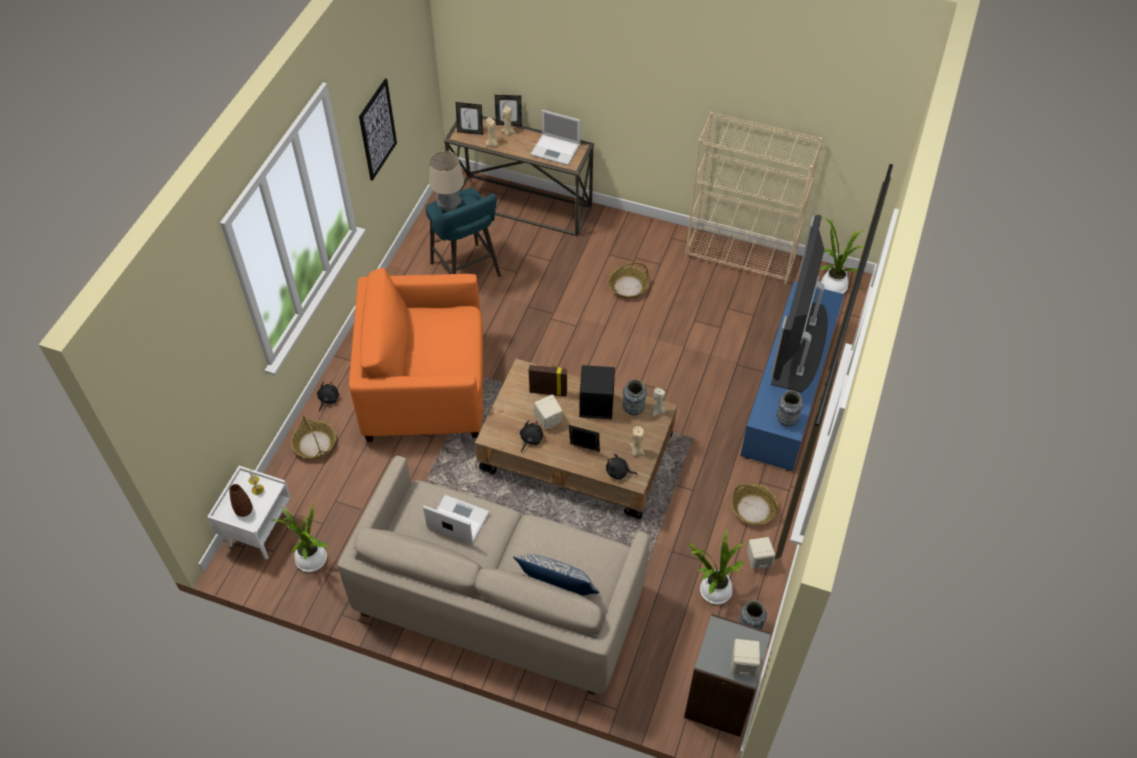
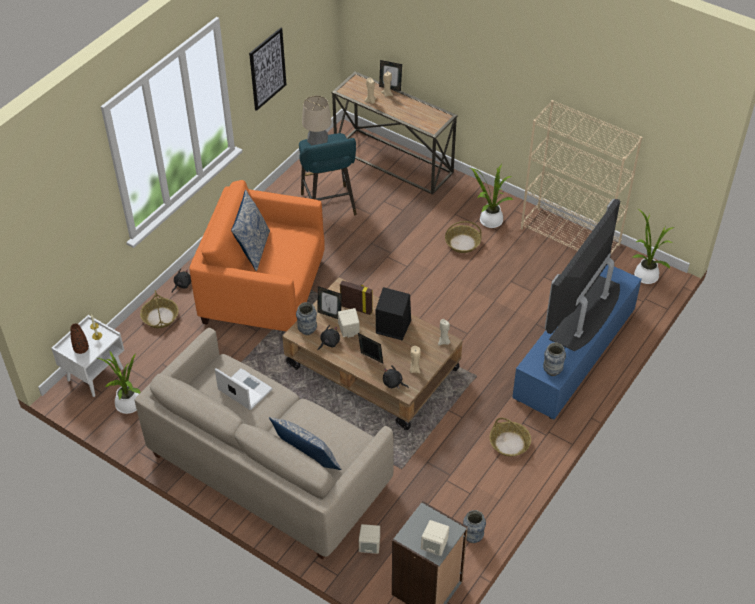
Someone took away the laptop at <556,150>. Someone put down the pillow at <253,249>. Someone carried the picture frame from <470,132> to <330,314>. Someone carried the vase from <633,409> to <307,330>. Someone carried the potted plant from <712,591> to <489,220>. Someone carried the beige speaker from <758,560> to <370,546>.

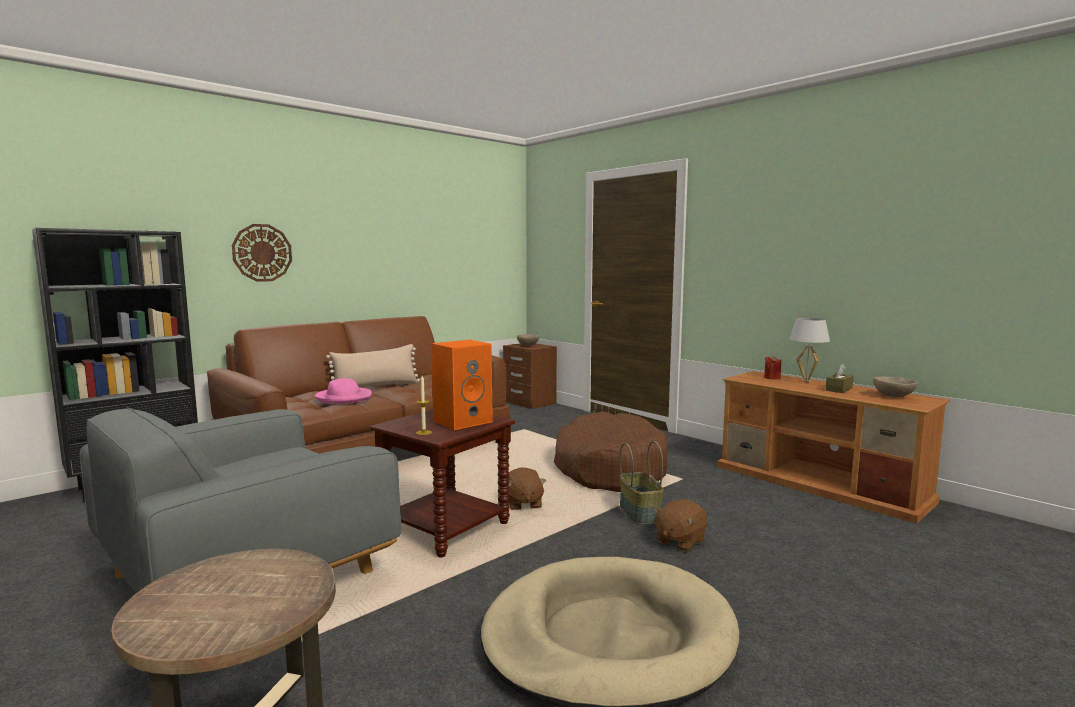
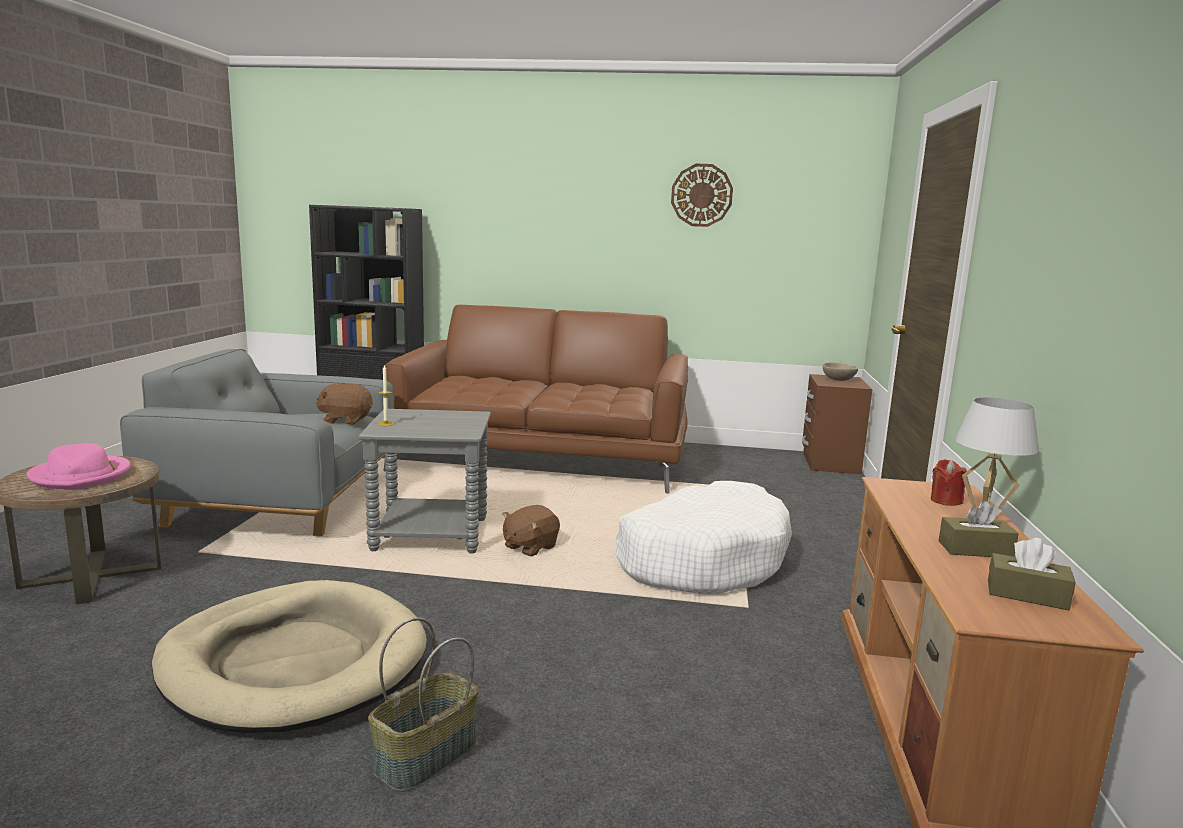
Someone took away the beige pillow at <376,386>. Someone took away the orange speaker at <463,421>. Someone carried the wall clock from <262,253> to <701,195>. Someone carried the pink hat from <344,398> to <81,476>. Someone carried the basket from <641,513> to <426,757>. Someone carried the brown plush toy from <679,541> to <345,420>. Someone swapped the beige bowl at <894,396> for the brown tissue box at <1027,595>. Someone repainted the brown side table at <446,528>, which became the grey side table at <431,534>. Someone repainted the brown dog bed at <609,468>, which became the white dog bed at <702,559>.

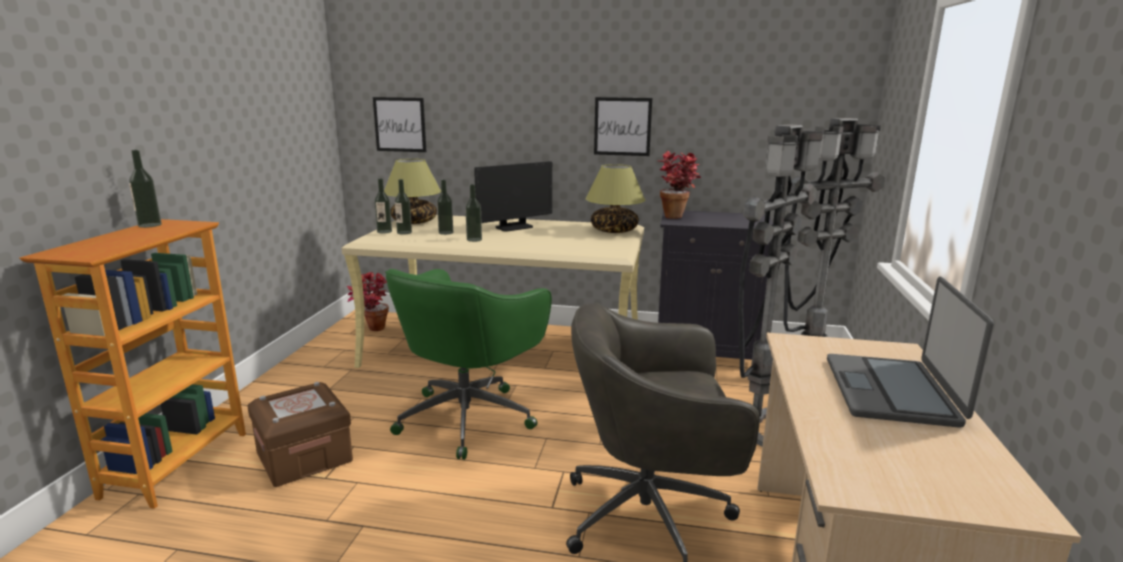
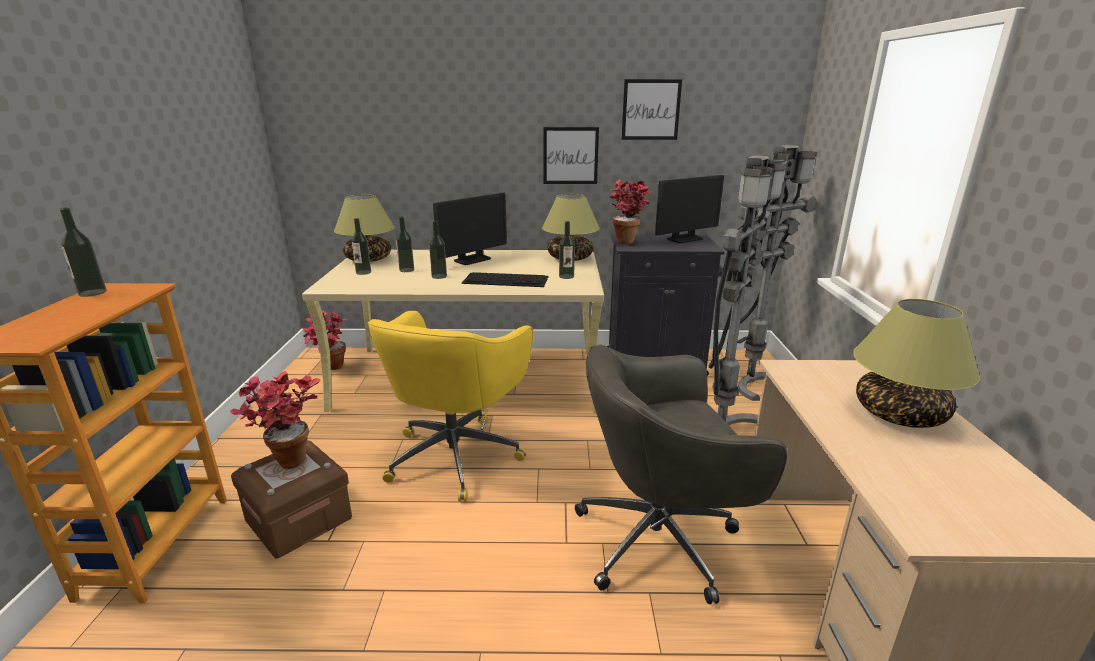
Someone put down the potted plant at <287,458>. Someone put down the keyboard at <506,280>. Someone put down the monitor at <684,239>. Someone carried the picture from <400,124> to <651,110>. Someone carried the bottle from <384,231> to <566,276>. Someone swapped the laptop at <892,391> for the table lamp at <900,414>. Someone repainted the green office chair at <469,417>, which became the yellow office chair at <456,454>.

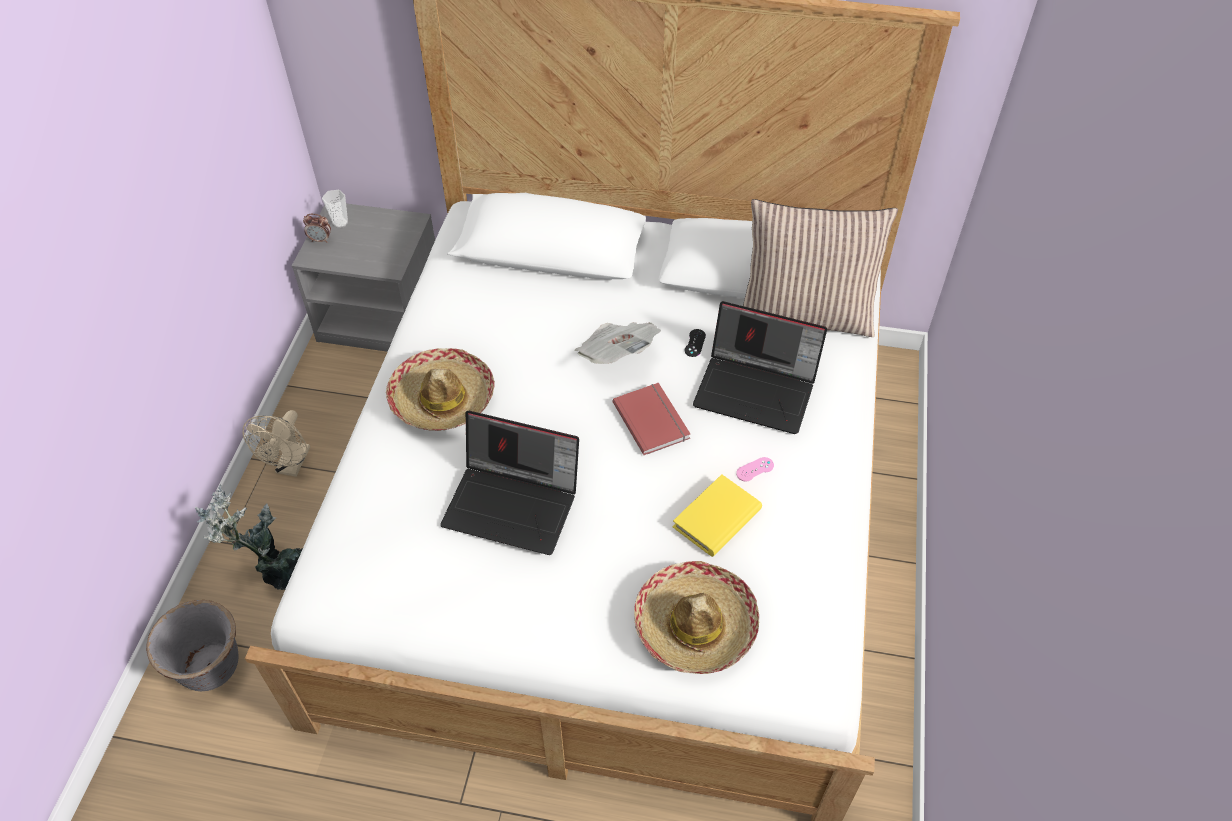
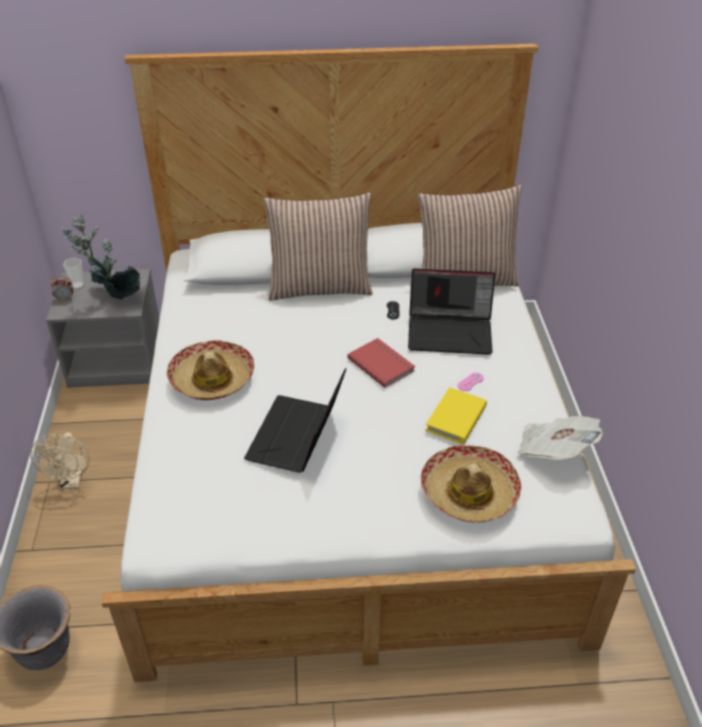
Someone put down the pillow at <320,287>. Someone carried the potted plant from <275,572> to <114,297>. Someone carried the newspaper from <616,355> to <554,450>. Someone rotated the laptop at <514,503> by 105 degrees clockwise.

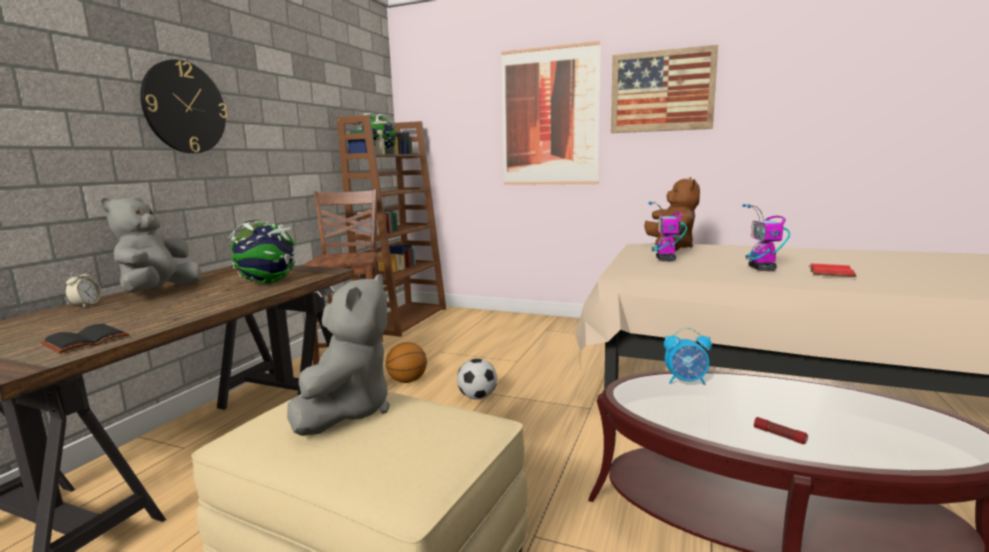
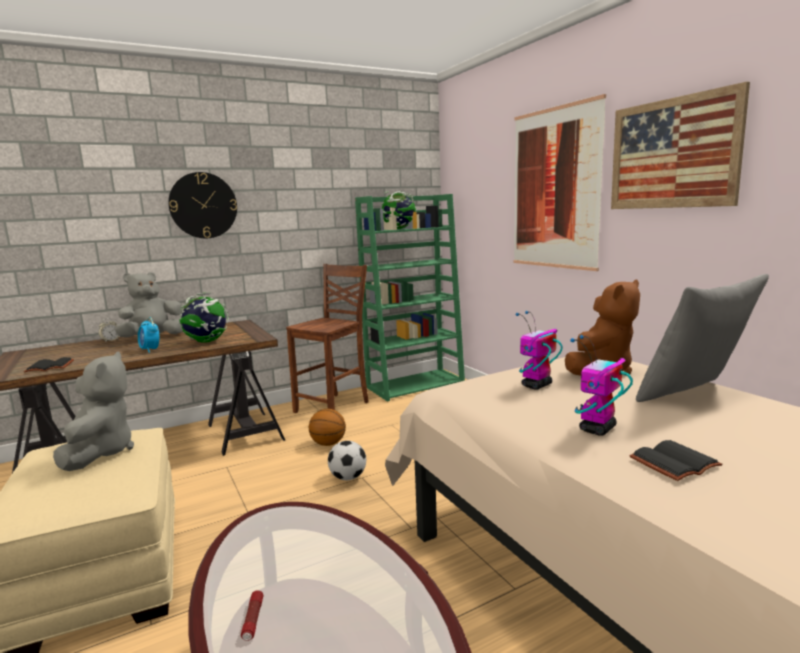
Someone put down the grey pillow at <694,394>. Someone carried the alarm clock from <686,381> to <150,350>. Someone repainted the brown bookcase at <403,319>, which became the green bookcase at <415,385>. Someone repainted the red book at <832,273>, which became the black book at <675,464>. Someone rotated the grey plush toy at <347,411> by 60 degrees counterclockwise.

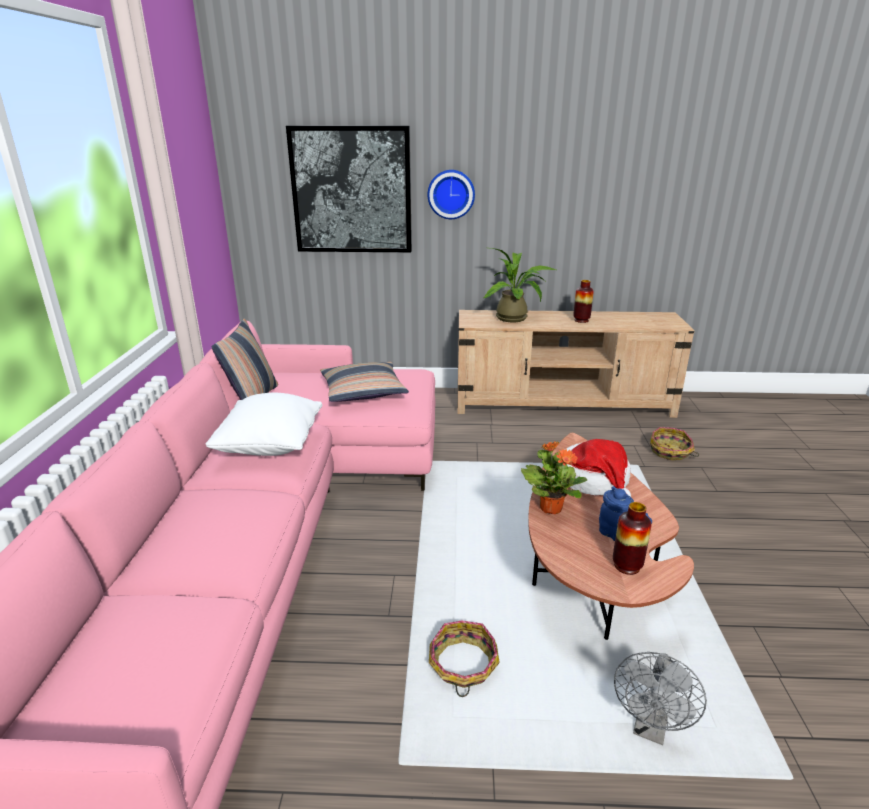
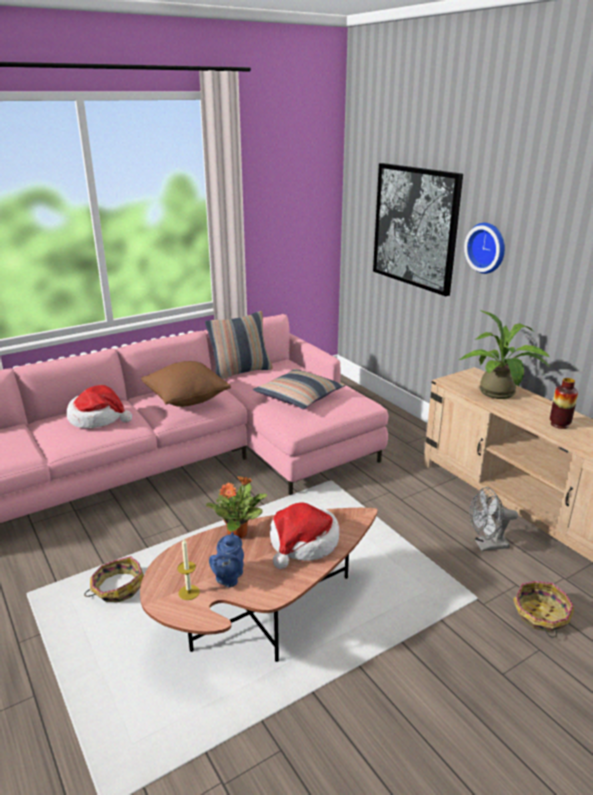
Someone put down the hat at <98,418>. Someone carried the grey fan from <650,729> to <487,545>. Someone swapped the vase at <627,566> for the candle at <189,592>. Someone repainted the white pillow at <270,446>, which became the brown pillow at <186,400>.

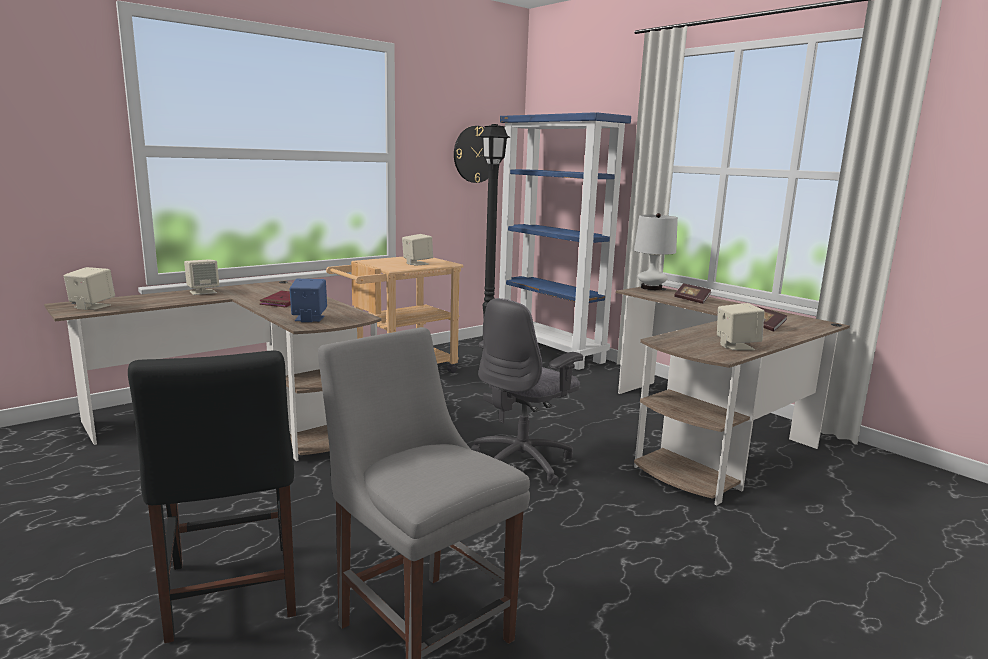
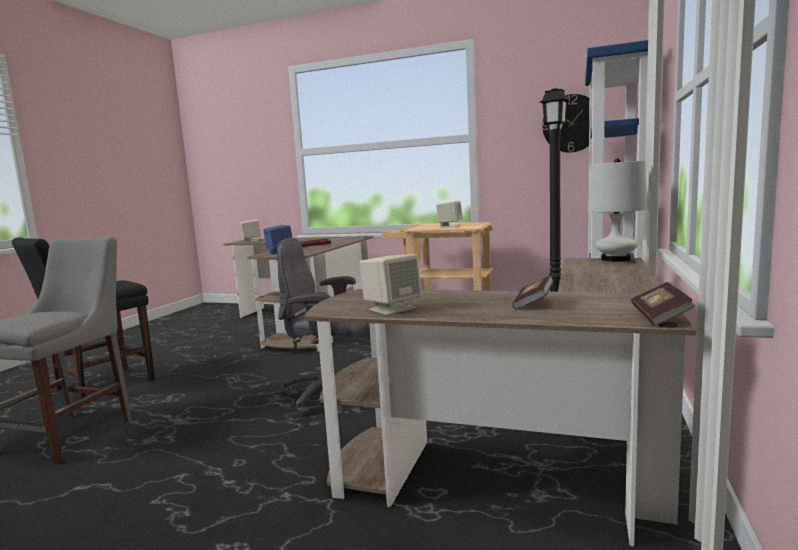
Someone took away the beige speaker at <203,292>. Someone carried the book from <691,300> to <660,317>.

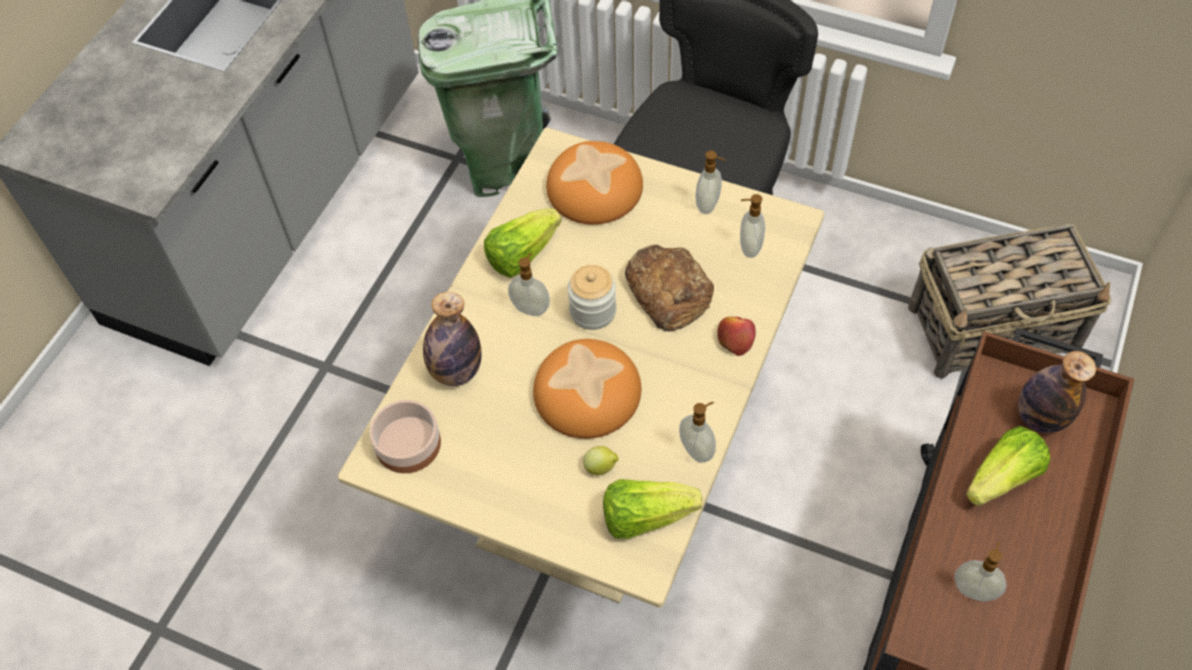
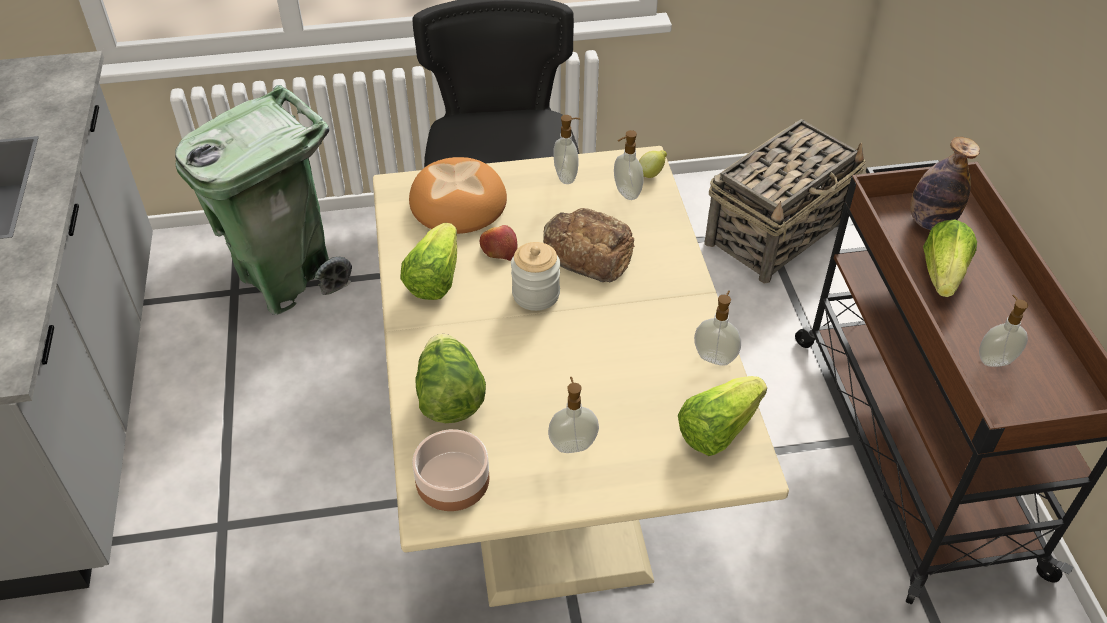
Someone took away the bread at <587,393>. Someone carried the soap dispenser from <531,308> to <572,444>. Someone carried the lemon from <601,468> to <651,174>. Someone carried the apple from <735,338> to <498,249>. Someone swapped the bottle at <456,371> for the lettuce at <449,397>.

